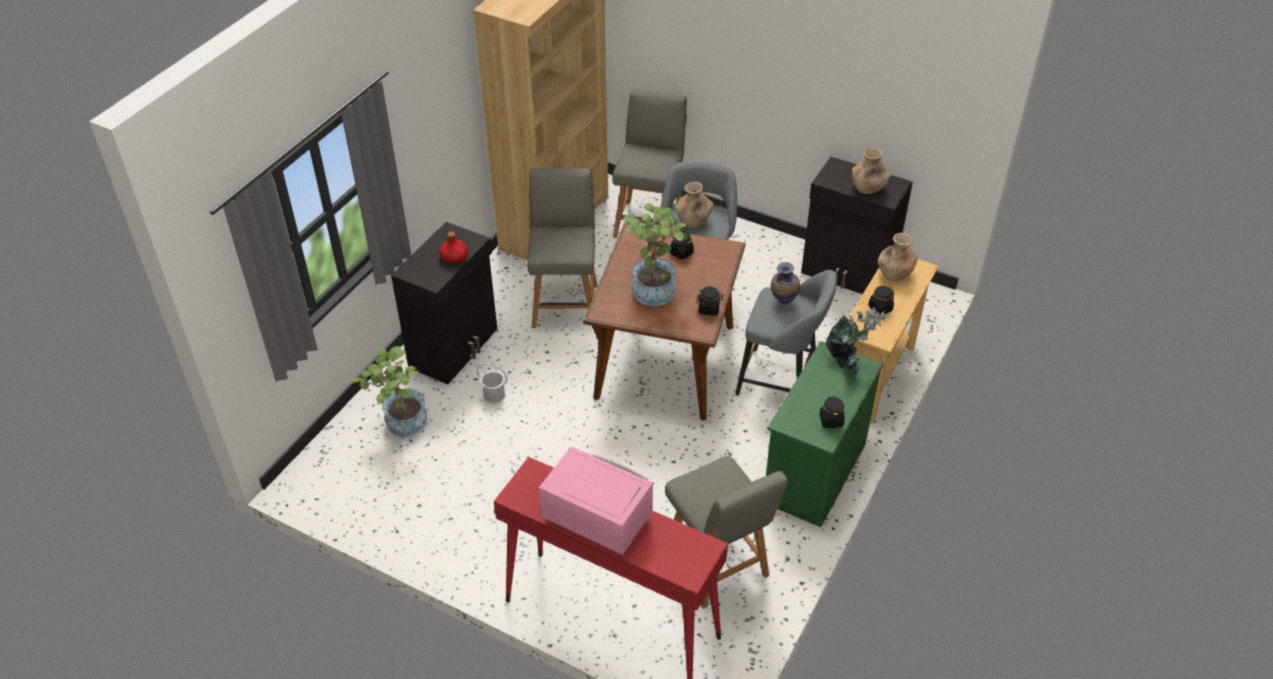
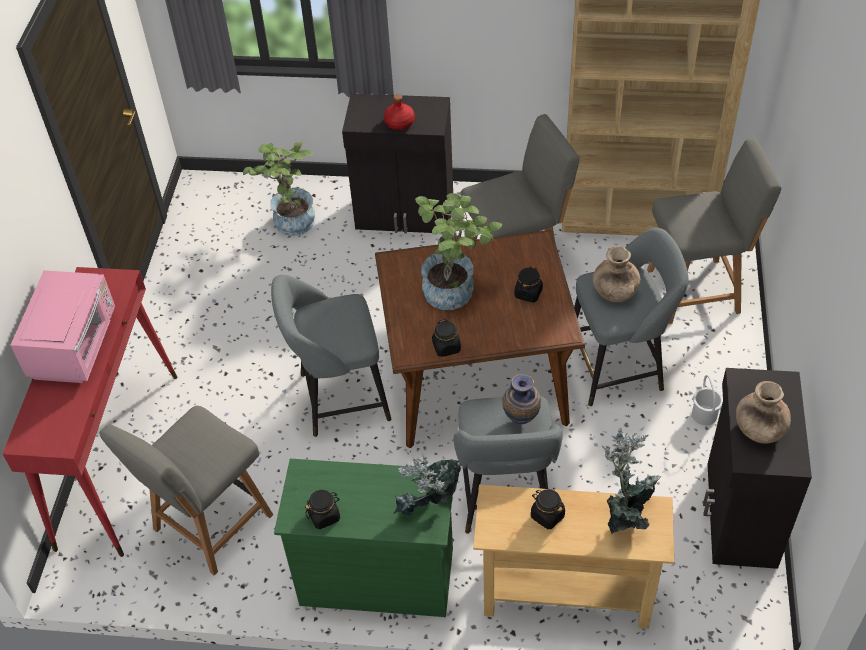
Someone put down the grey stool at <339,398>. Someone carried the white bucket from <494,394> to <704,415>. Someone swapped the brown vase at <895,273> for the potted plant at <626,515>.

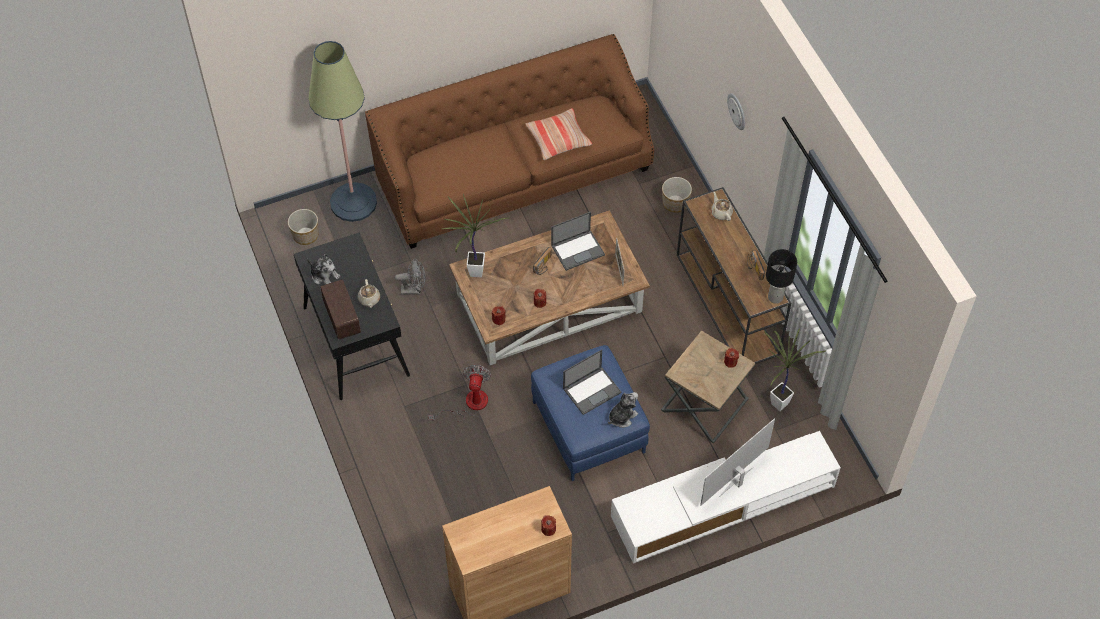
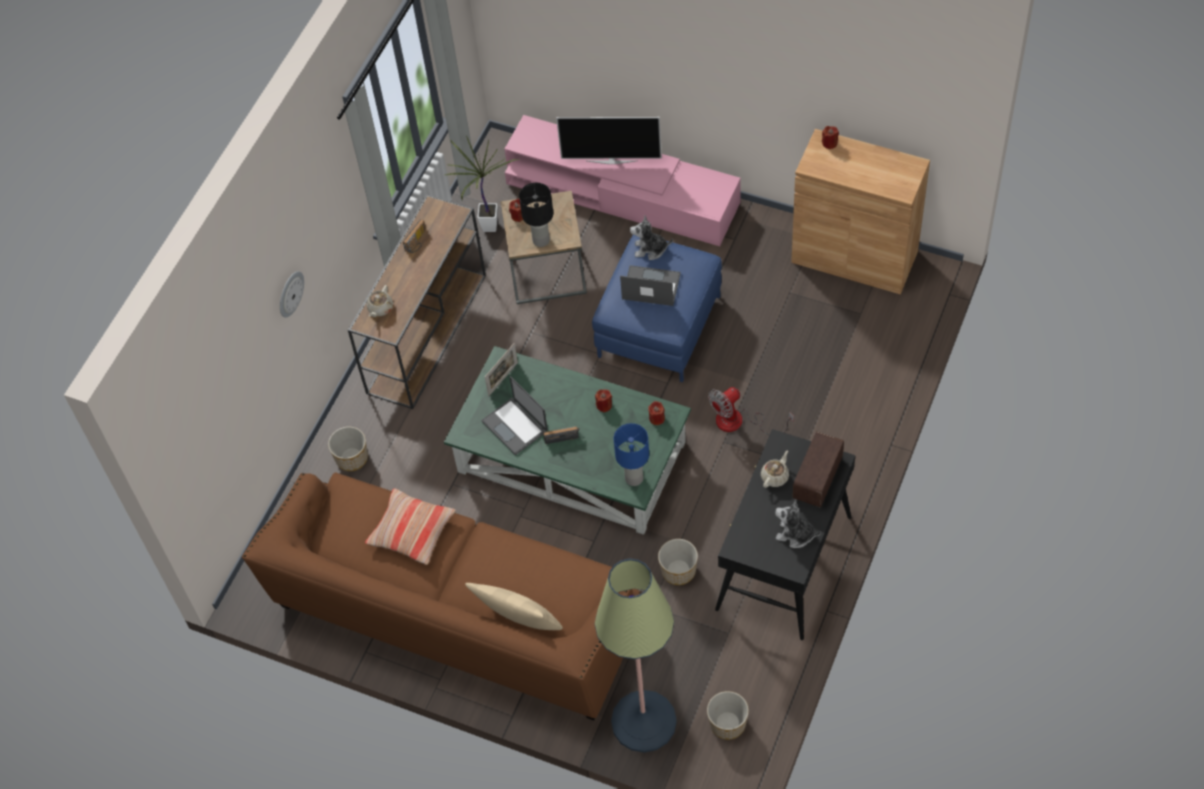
Someone put down the beige pillow at <519,623>. Someone carried the black table lamp from <775,297> to <540,240>. Someone swapped the grey fan at <414,289> for the planter at <678,571>. Someone swapped the potted plant at <474,275> for the blue table lamp at <633,478>. Someone repainted the brown coffee table at <549,301>, which became the green coffee table at <570,458>. Someone repainted the white tv stand at <723,502>, which became the pink tv stand at <621,194>. Someone rotated the plush toy at <324,276> by 60 degrees counterclockwise. Someone rotated the laptop at <578,249> by 150 degrees counterclockwise.

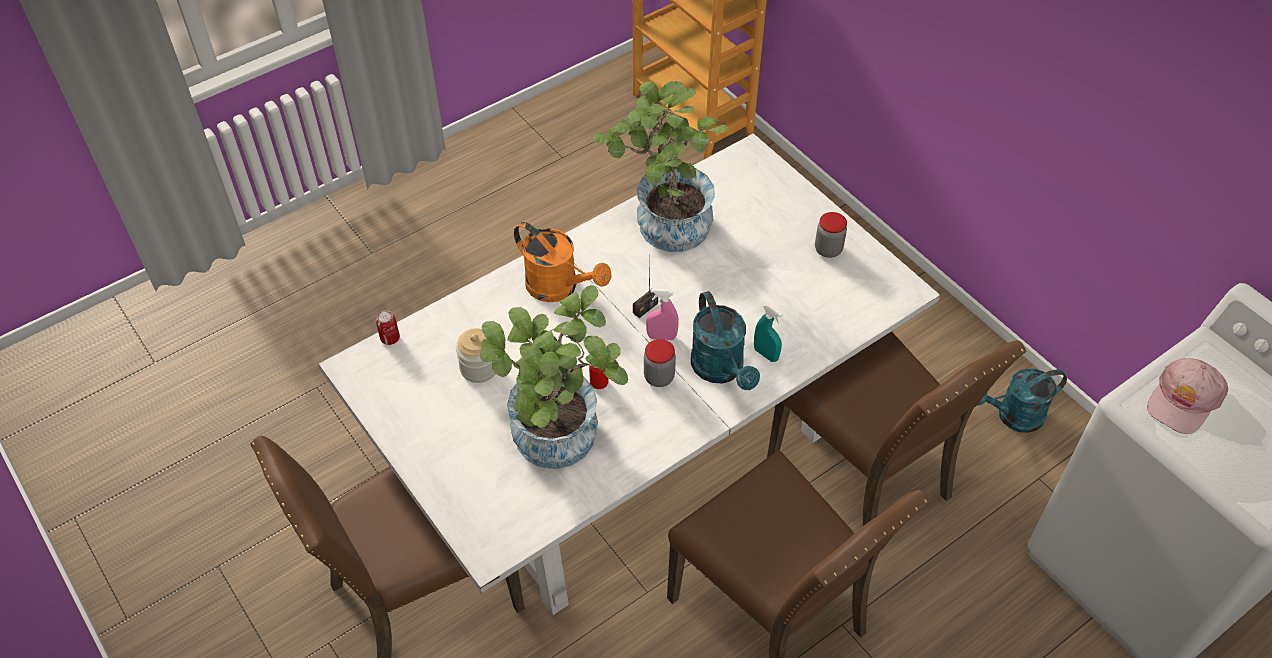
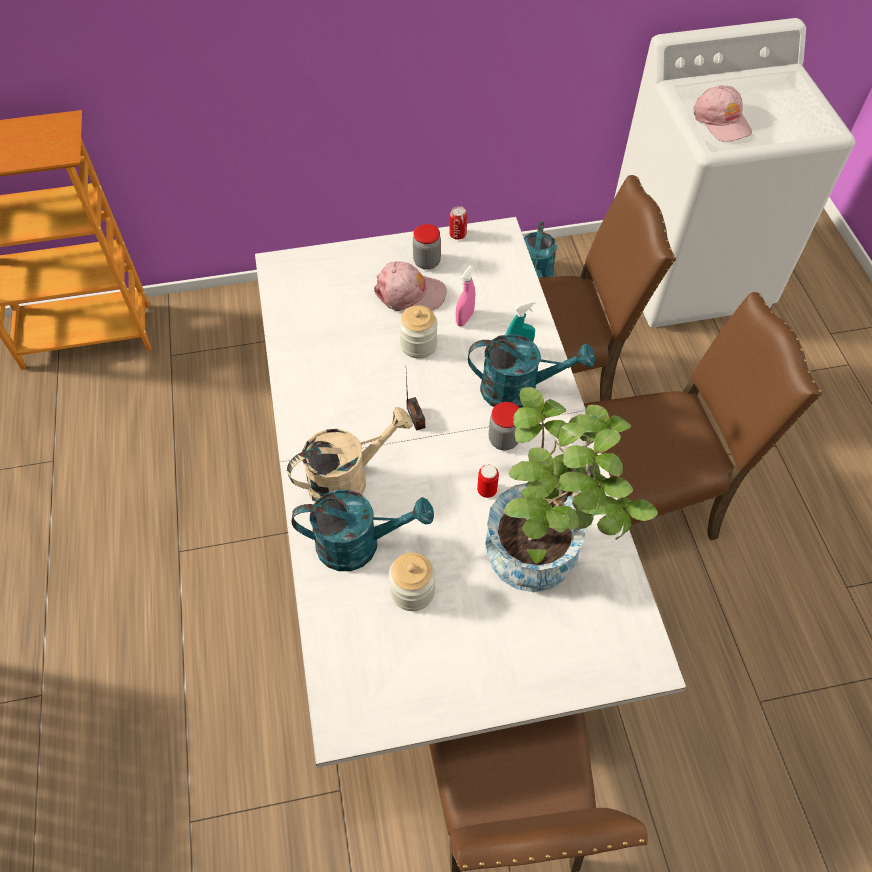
Someone took away the potted plant at <663,229>. Someone put down the turquoise watering can at <360,544>. Someone put down the pink cap at <409,293>. Someone put down the jar at <418,344>. Someone carried the can from <390,338> to <457,235>. Someone carried the pink spray bottle from <661,336> to <464,318>. Someone repainted the orange watering can at <559,288>, which became the beige watering can at <348,479>.

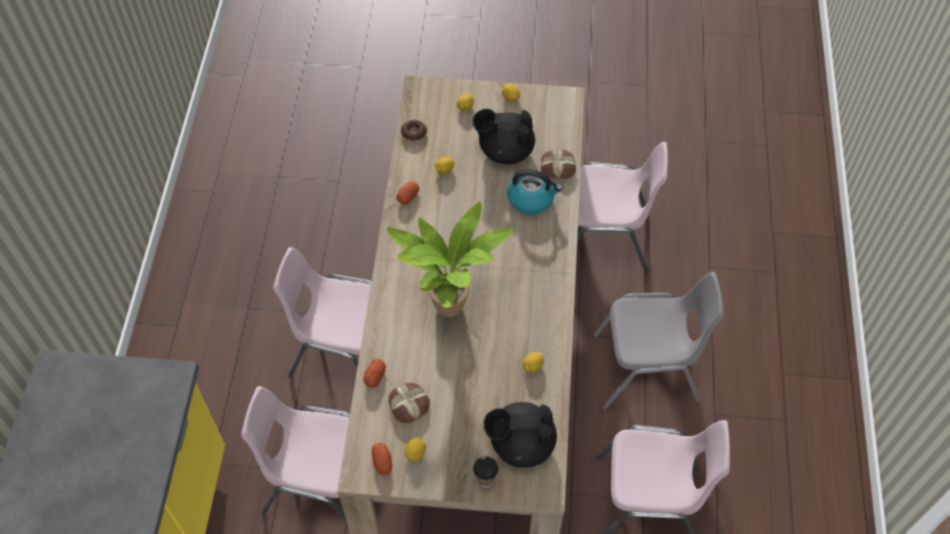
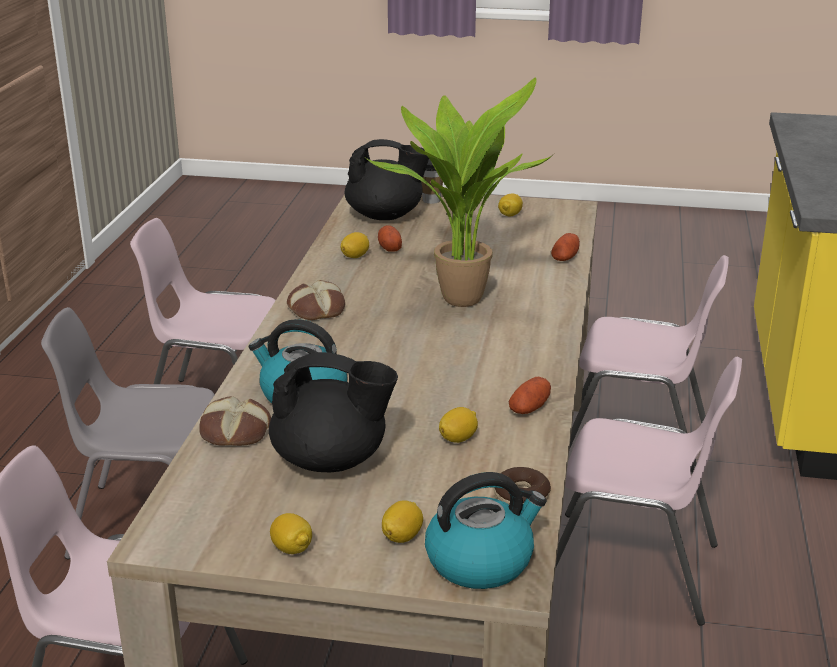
Someone put down the kettle at <481,560>. Someone carried the potato from <382,462> to <389,248>. Someone carried the bread from <409,404> to <316,309>.

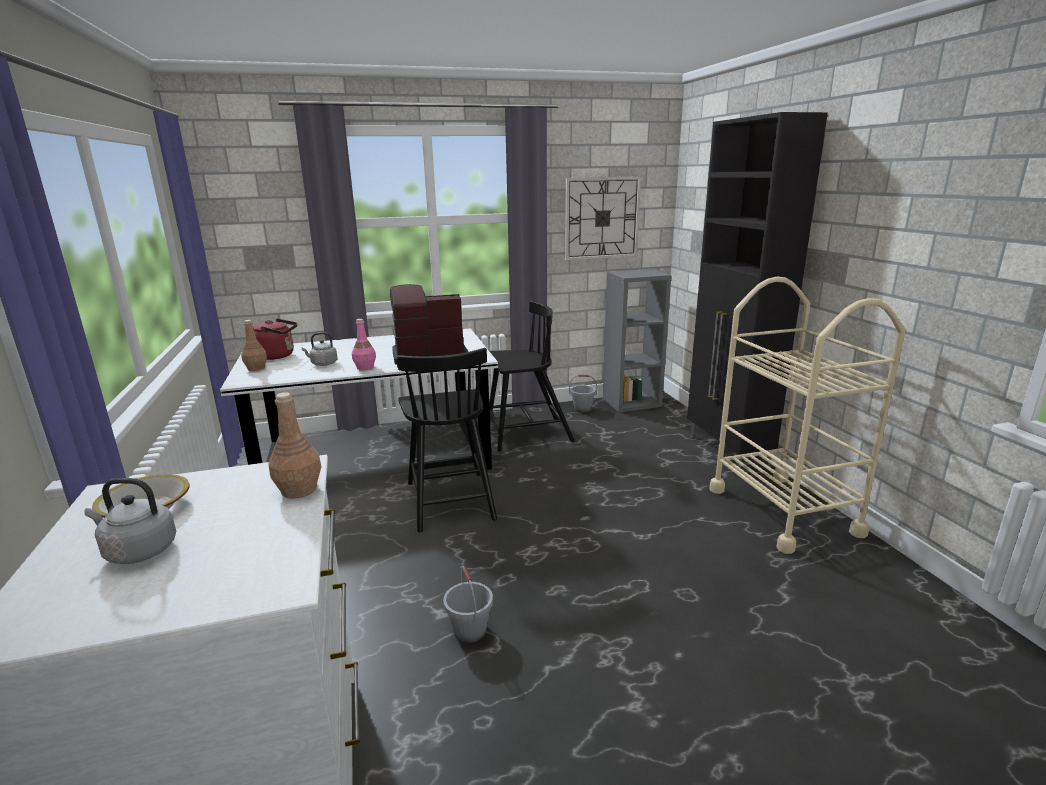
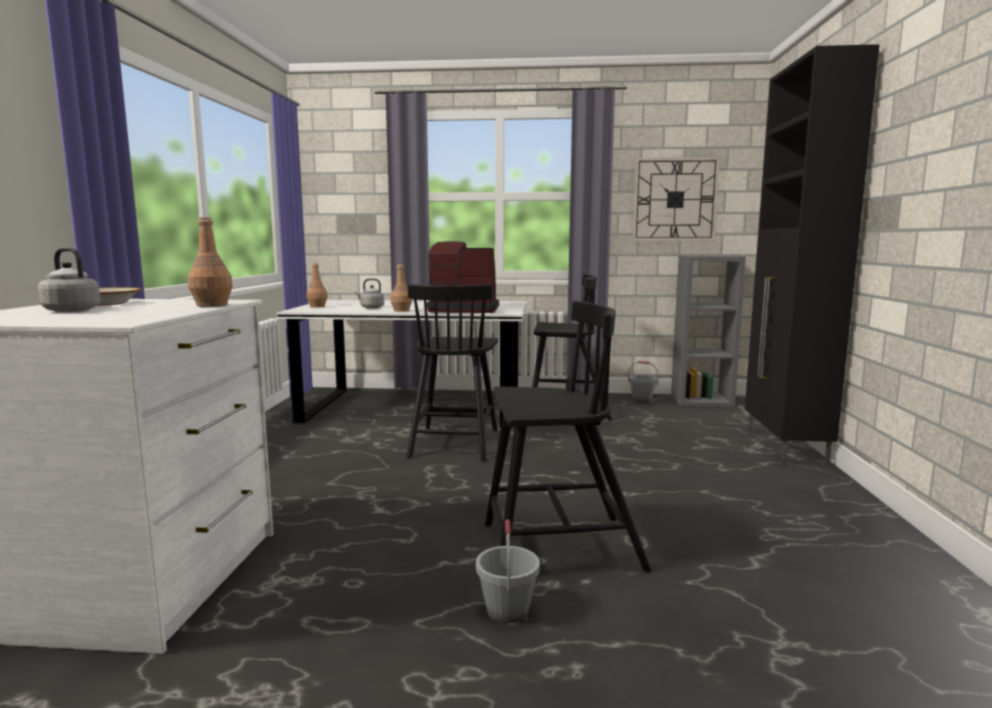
Someone took away the red kettle at <278,356>. Someone took away the beige cart at <782,511>. Someone put down the black chair at <558,547>. Someone carried the grey bucket from <469,630> to <507,610>. Someone repainted the pink bottle at <365,367>, which became the brown bottle at <402,310>.

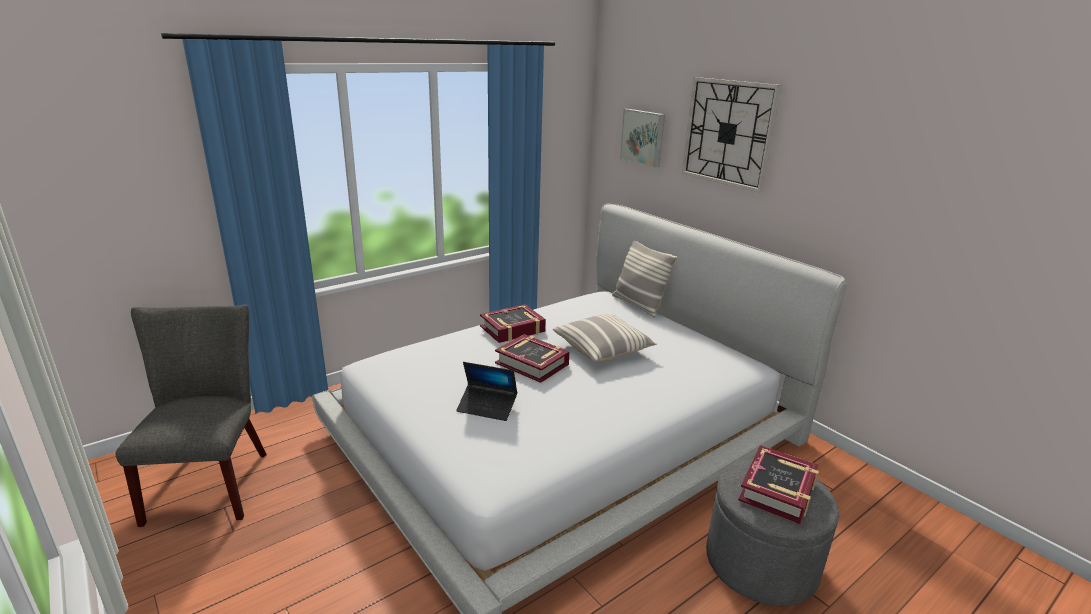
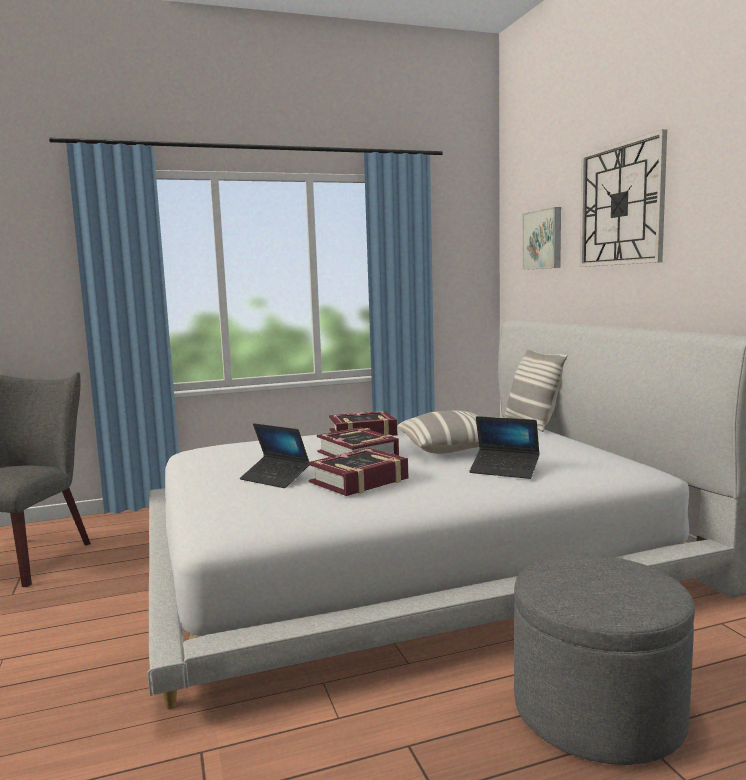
Someone put down the laptop at <504,470>. Someone carried the book from <778,490> to <359,481>.

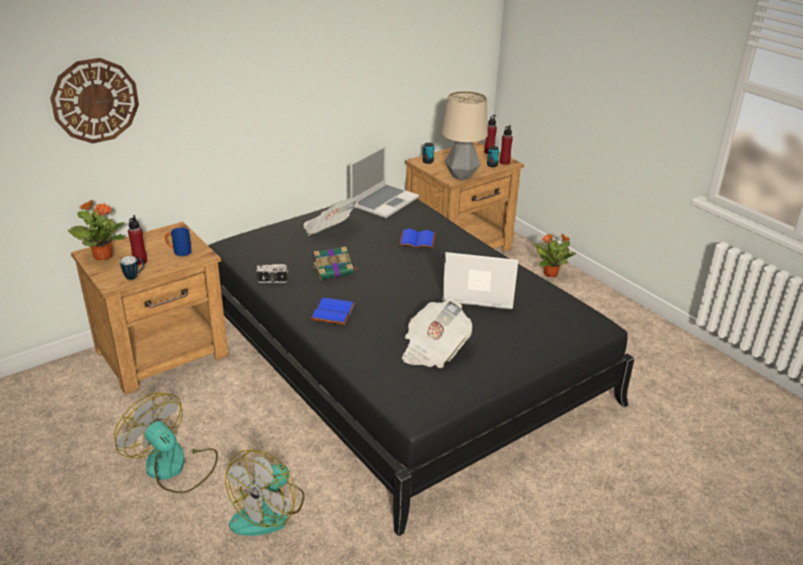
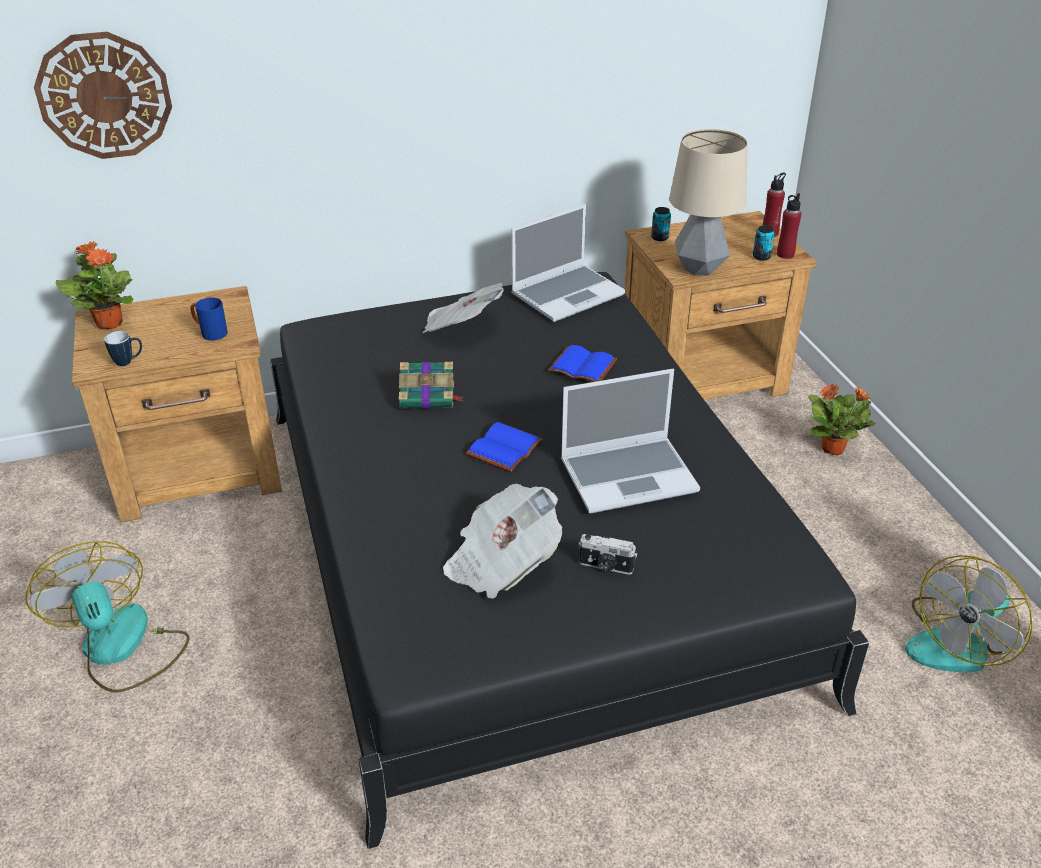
Someone took away the red bottle at <140,261>. Someone carried the fan from <269,511> to <958,642>. Someone carried the photo camera from <272,281> to <606,567>. Someone carried the blue book from <334,313> to <505,449>. Someone rotated the laptop at <478,293> by 135 degrees clockwise.

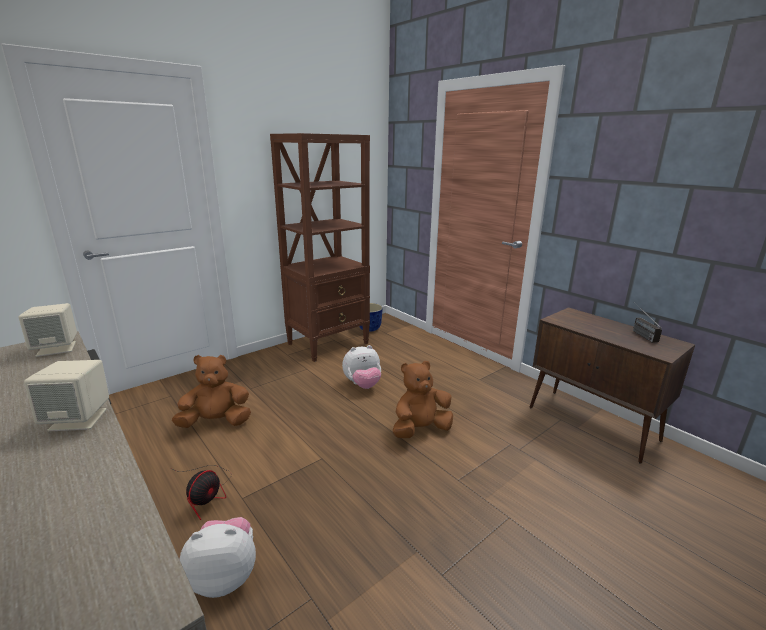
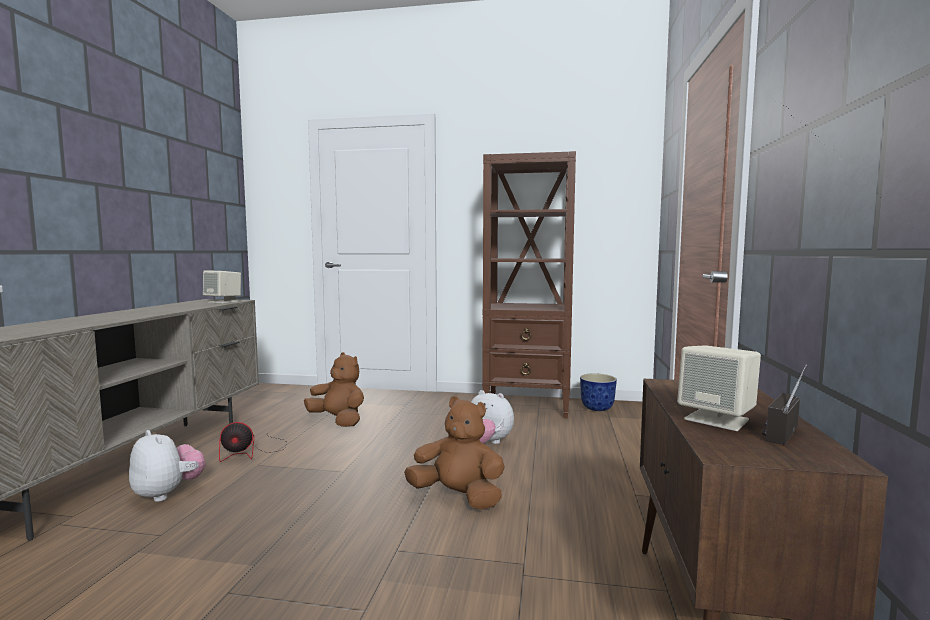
Someone carried the beige speaker from <79,419> to <717,419>.

